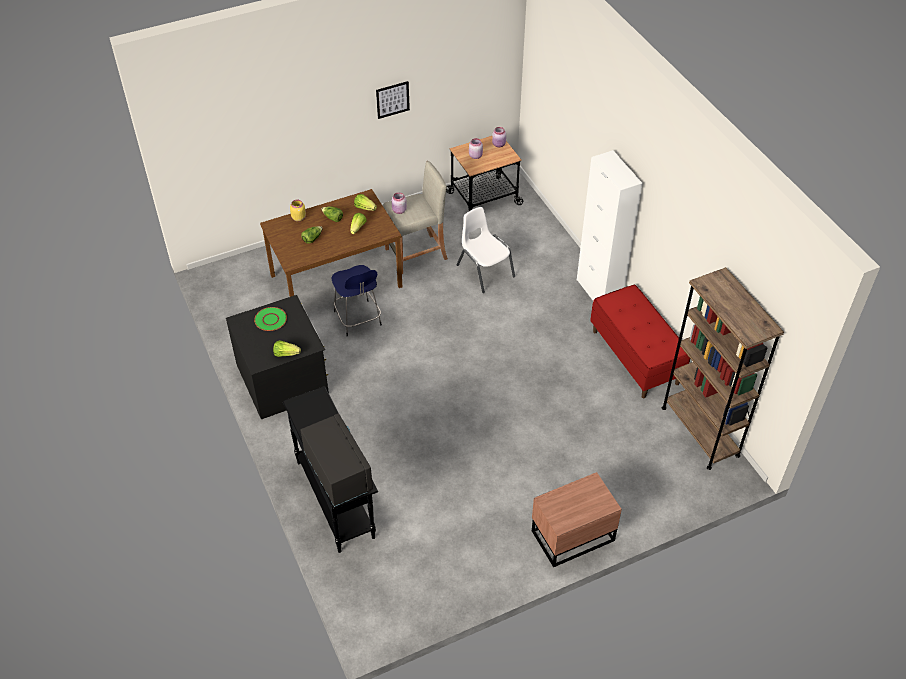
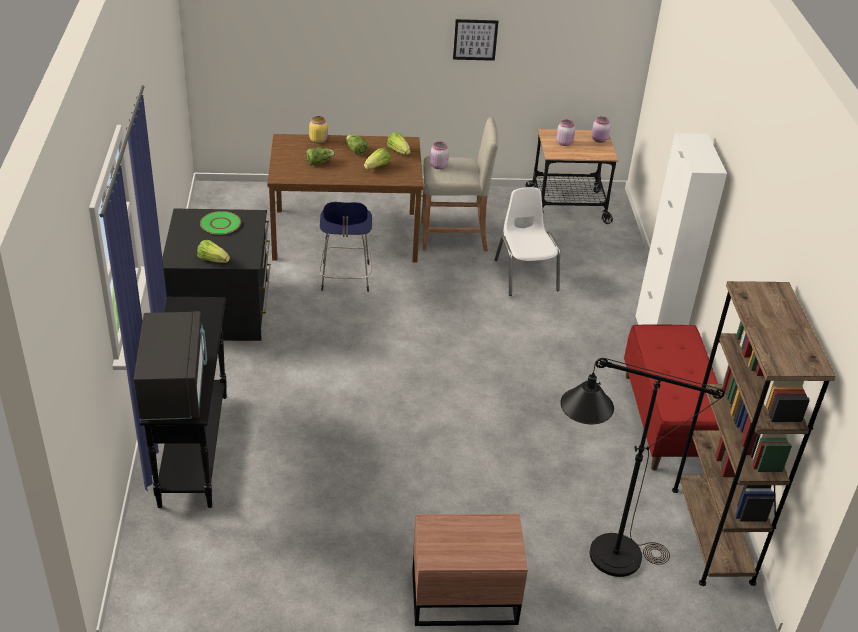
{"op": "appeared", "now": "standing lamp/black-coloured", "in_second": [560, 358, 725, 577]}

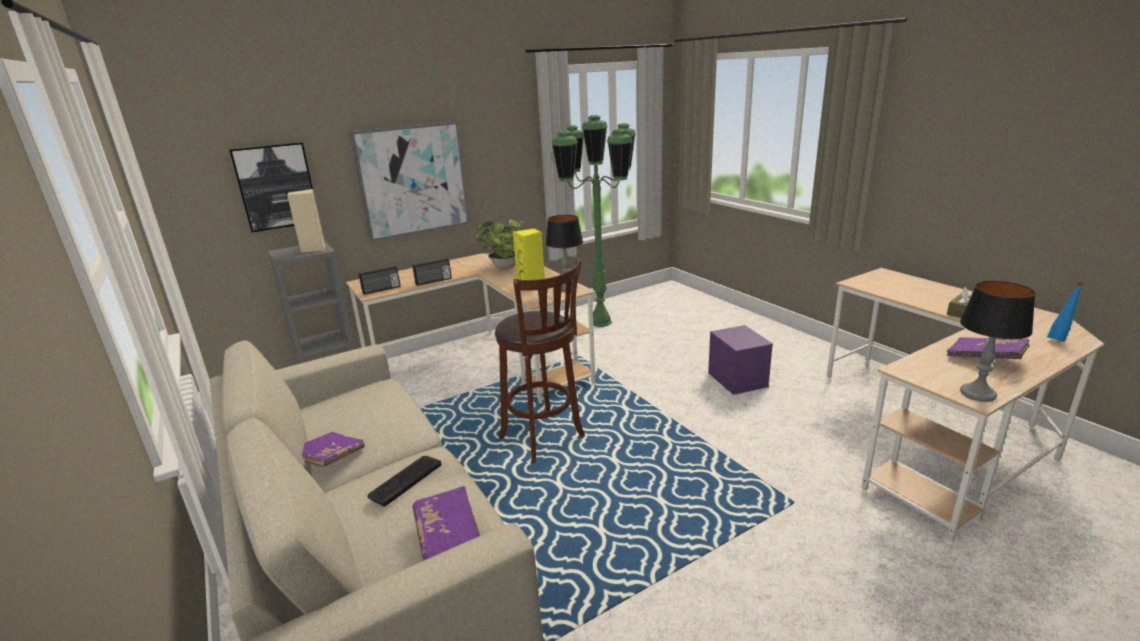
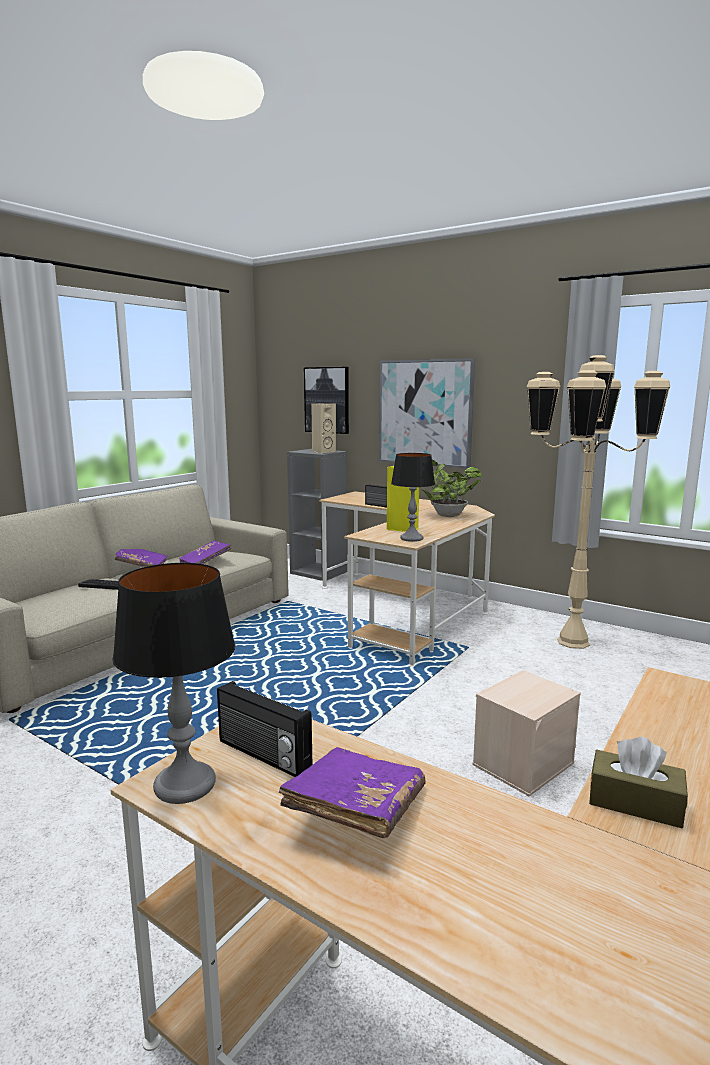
{"op": "relocated", "was": "book/purple", "in_first": [412, 486, 480, 561], "in_second": [179, 541, 231, 564]}
{"op": "relocated", "was": "radio set", "in_first": [359, 266, 401, 295], "in_second": [217, 681, 312, 777]}
{"op": "colour", "was": "storage container/purple", "now": "storage container/beige", "in_first": [708, 325, 773, 395], "in_second": [472, 670, 581, 796]}
{"op": "colour", "was": "standing lamp/greenish", "now": "standing lamp/beige", "in_first": [551, 115, 636, 327], "in_second": [527, 355, 670, 649]}
{"op": "missing", "was": "sitting stool/brown", "in_first": [495, 259, 585, 463]}
{"op": "missing", "was": "drink bottle/blue", "in_first": [1047, 283, 1083, 342]}

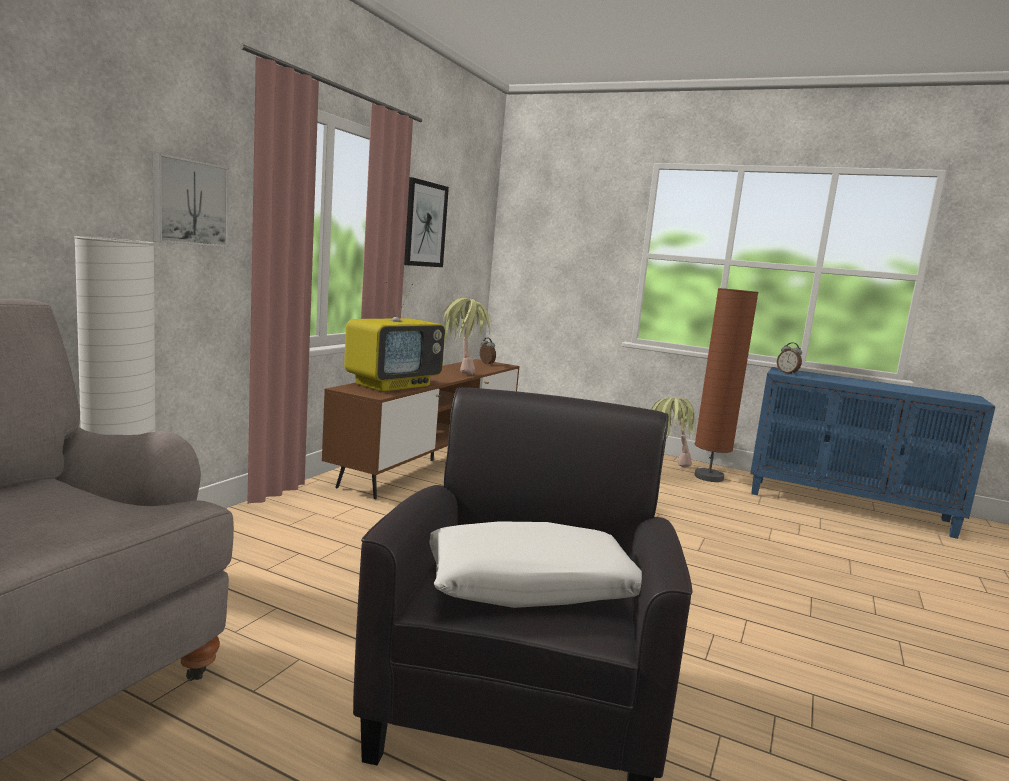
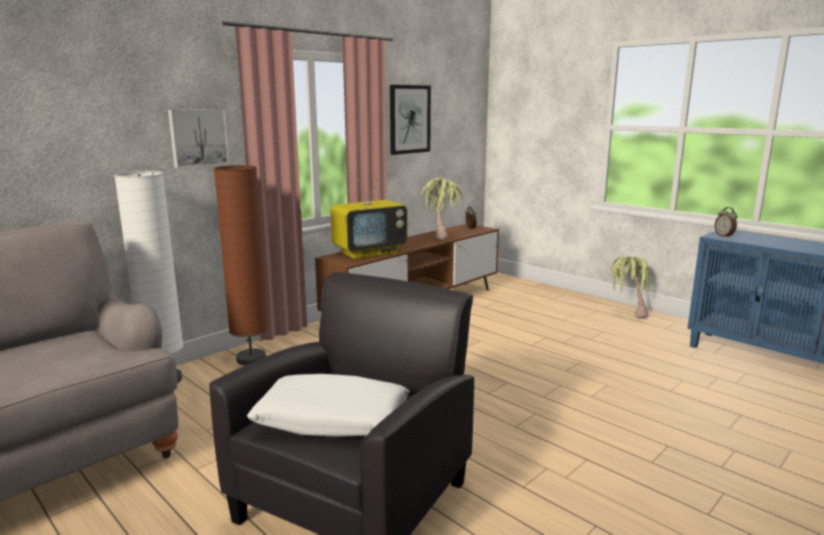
{"op": "relocated", "was": "standing lamp/brown", "in_first": [694, 288, 759, 482], "in_second": [214, 165, 268, 365]}

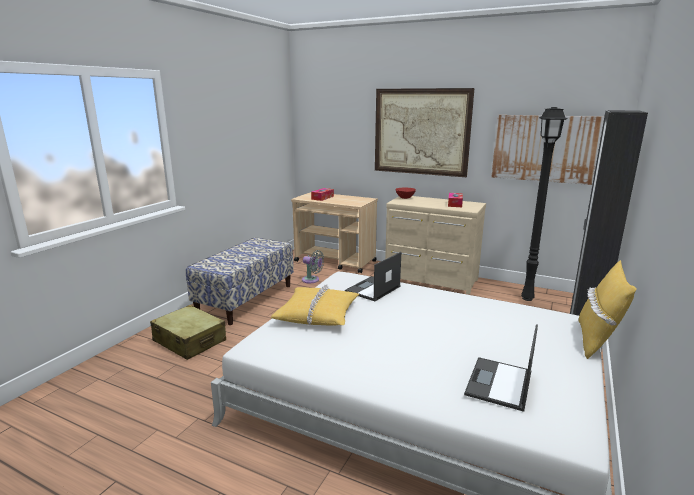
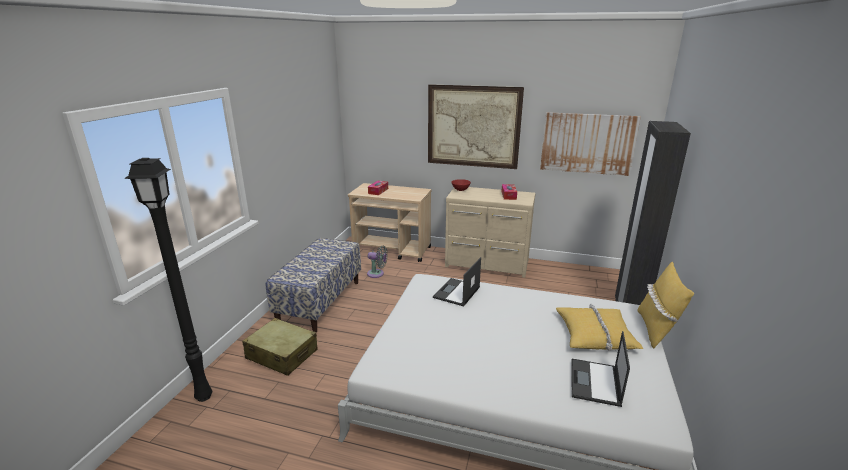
{"op": "relocated", "was": "standing lamp/black-coloured", "in_first": [521, 107, 567, 301], "in_second": [124, 158, 212, 402]}
{"op": "relocated", "was": "cushion/yellowish", "in_first": [271, 284, 359, 326], "in_second": [556, 304, 643, 351]}

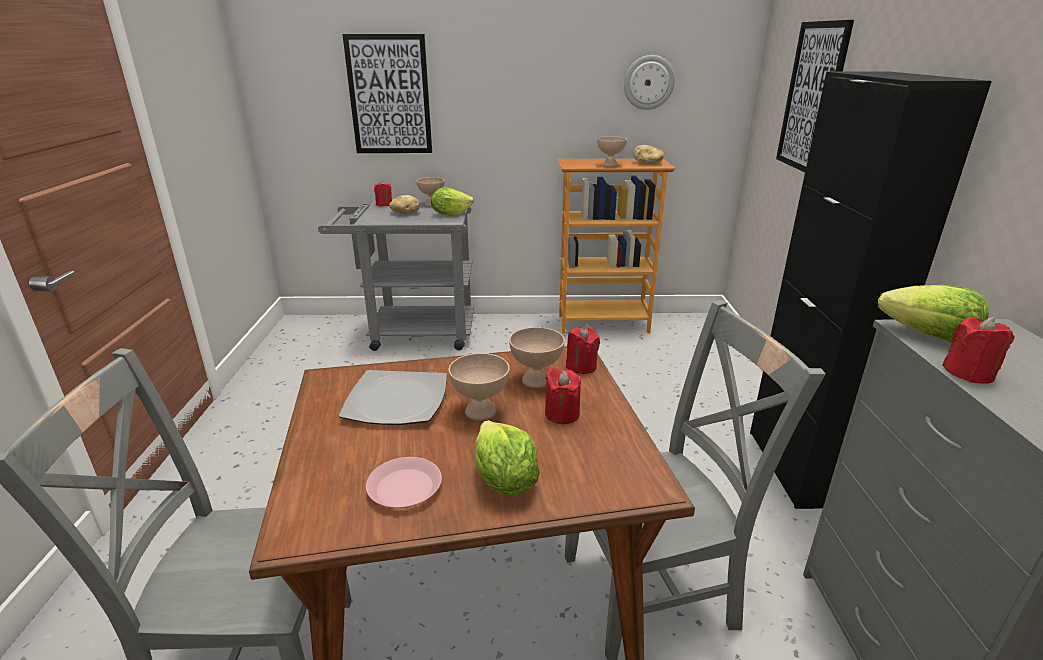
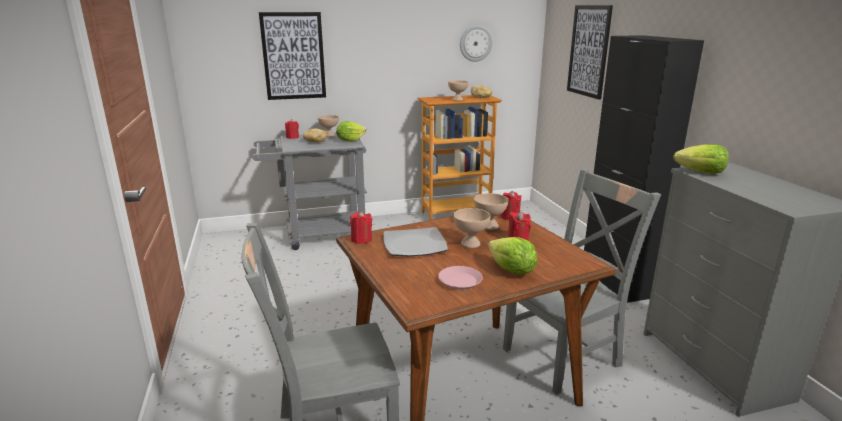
{"op": "relocated", "was": "candle/red-coloured", "in_first": [942, 317, 1015, 384], "in_second": [350, 211, 372, 244]}

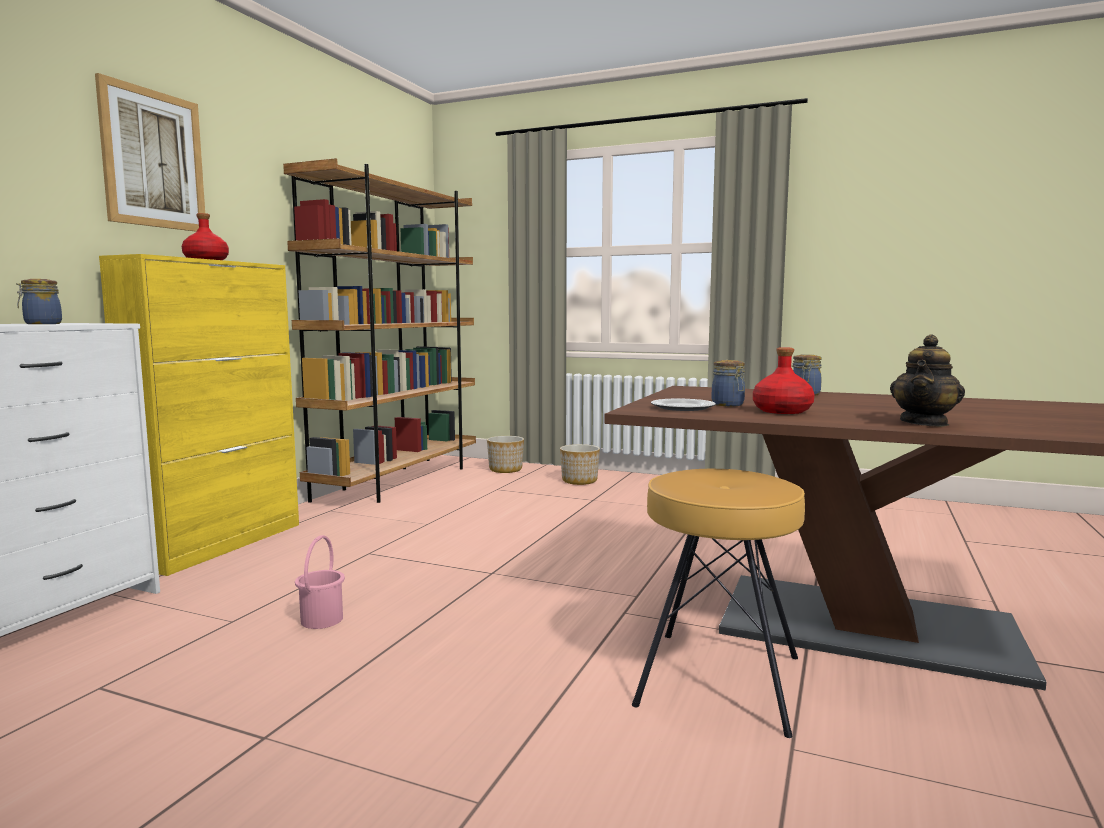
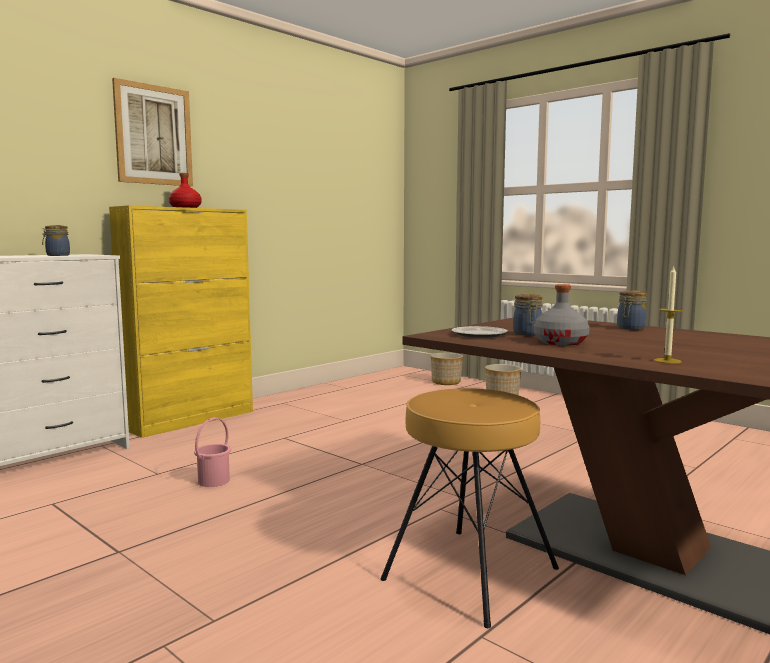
{"op": "colour", "was": "drink bottle/red-coloured", "now": "drink bottle/grey", "in_first": [753, 347, 815, 414], "in_second": [534, 284, 590, 345]}
{"op": "exchanged", "was": "tea pot", "now": "candle", "in_first": [890, 334, 965, 427], "in_second": [654, 267, 683, 364]}
{"op": "missing", "was": "bookcase/brown", "in_first": [283, 158, 476, 503]}

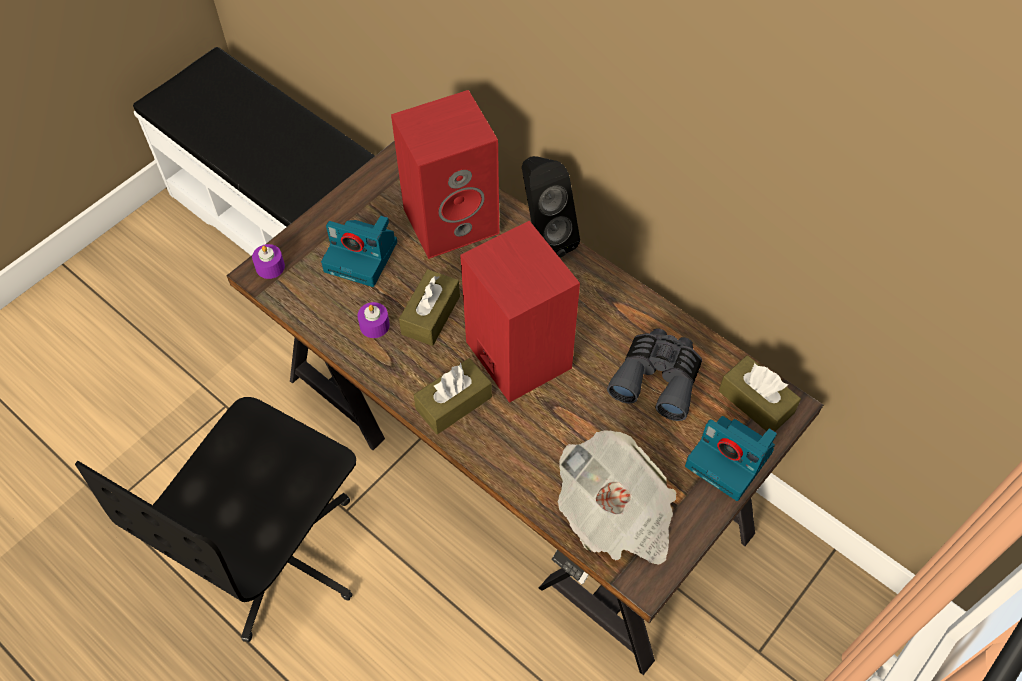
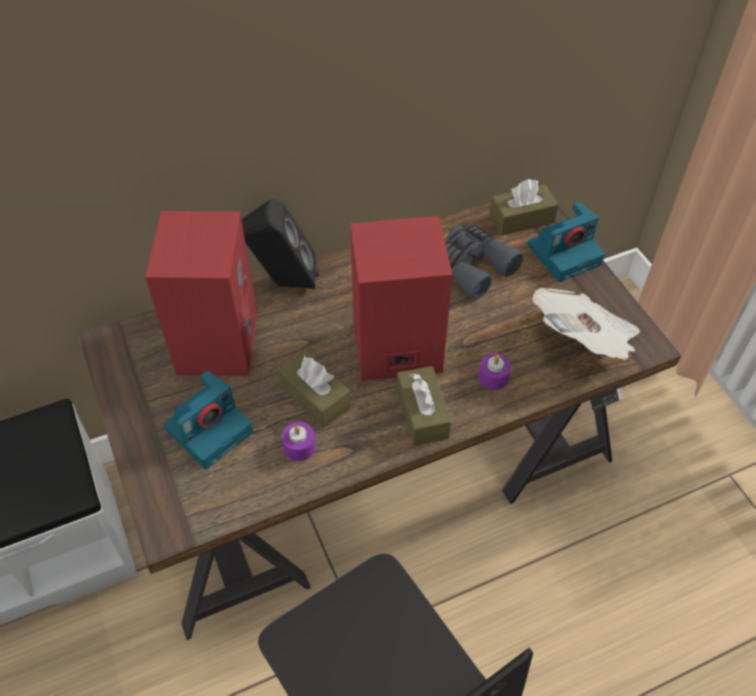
{"op": "relocated", "was": "candle/purple", "in_first": [252, 244, 285, 279], "in_second": [478, 353, 511, 390]}

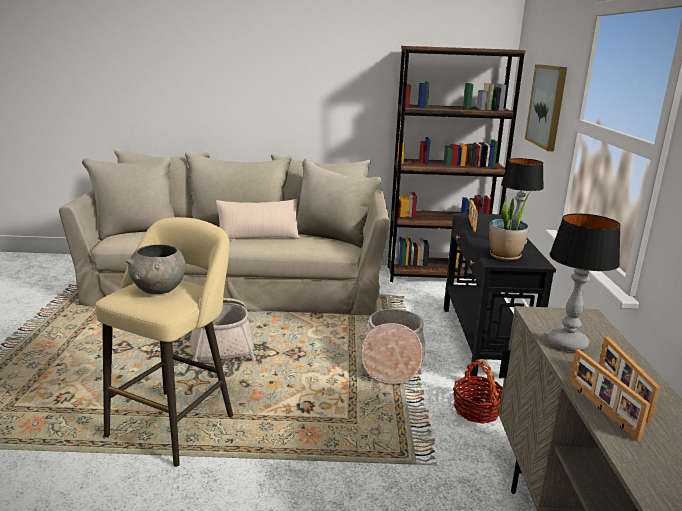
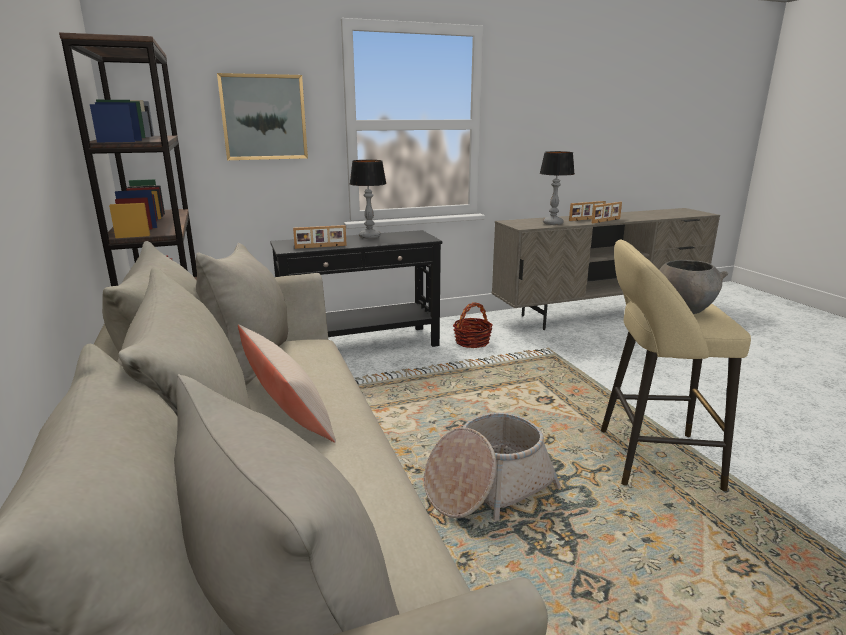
{"op": "missing", "was": "storage basket", "in_first": [360, 309, 425, 385]}
{"op": "missing", "was": "houseplant", "in_first": [489, 191, 532, 261]}

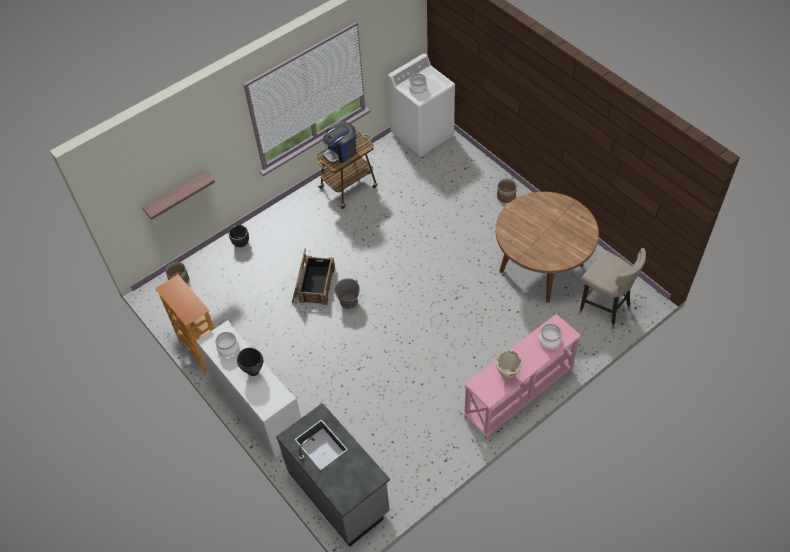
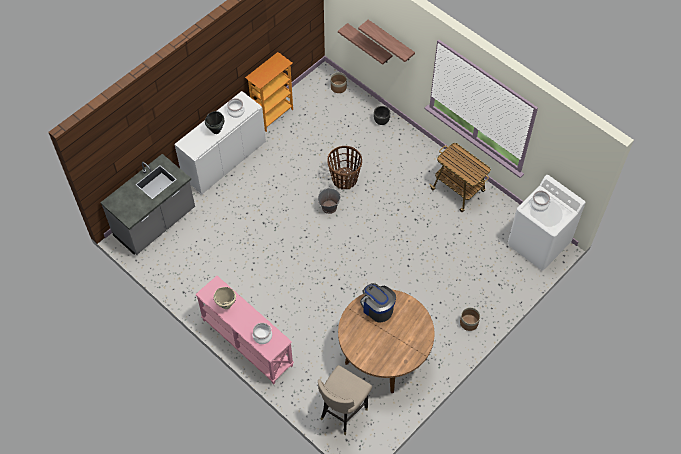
{"op": "exchanged", "was": "packing crate", "now": "storage basket", "in_first": [292, 249, 335, 305], "in_second": [327, 146, 362, 189]}
{"op": "appeared", "now": "shelf", "in_second": [358, 20, 415, 62]}
{"op": "relocated", "was": "coffee maker", "in_first": [322, 121, 356, 164], "in_second": [360, 283, 396, 323]}

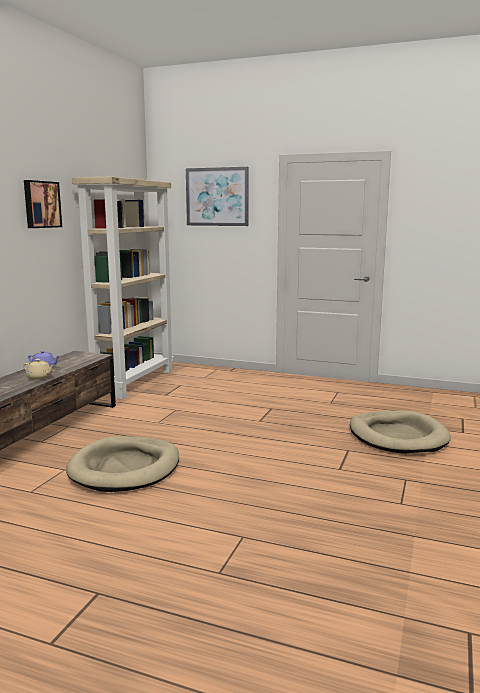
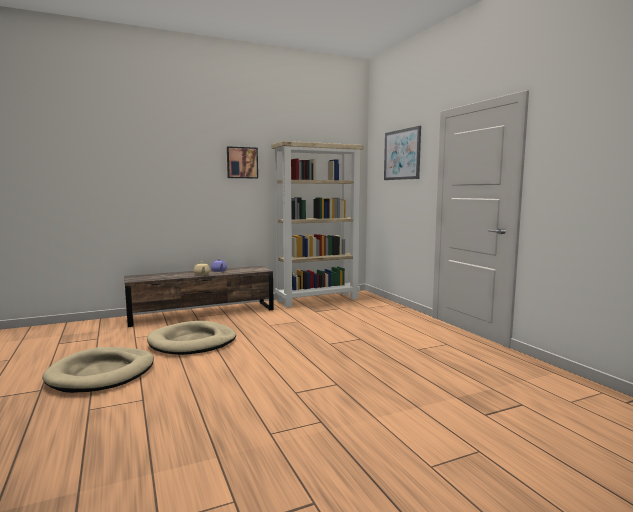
{"op": "relocated", "was": "dog bed/beige", "in_first": [350, 411, 451, 454], "in_second": [42, 347, 154, 393]}

